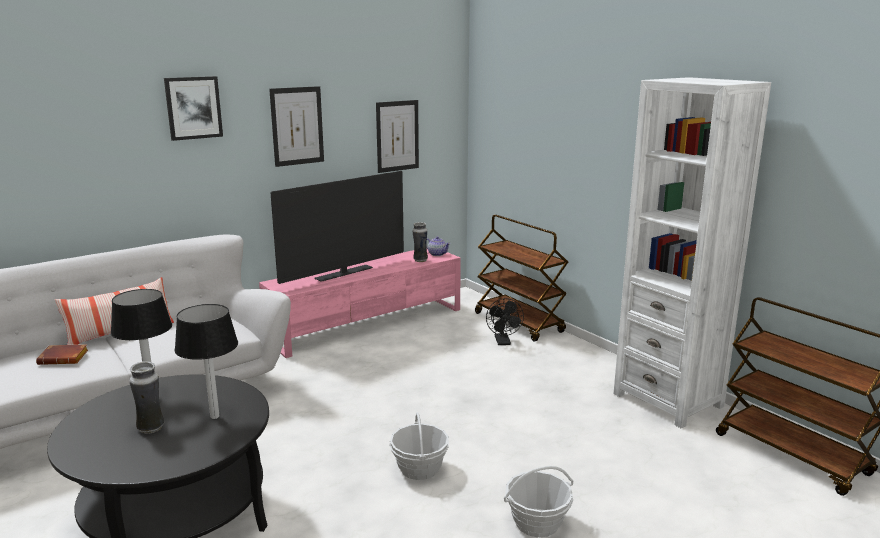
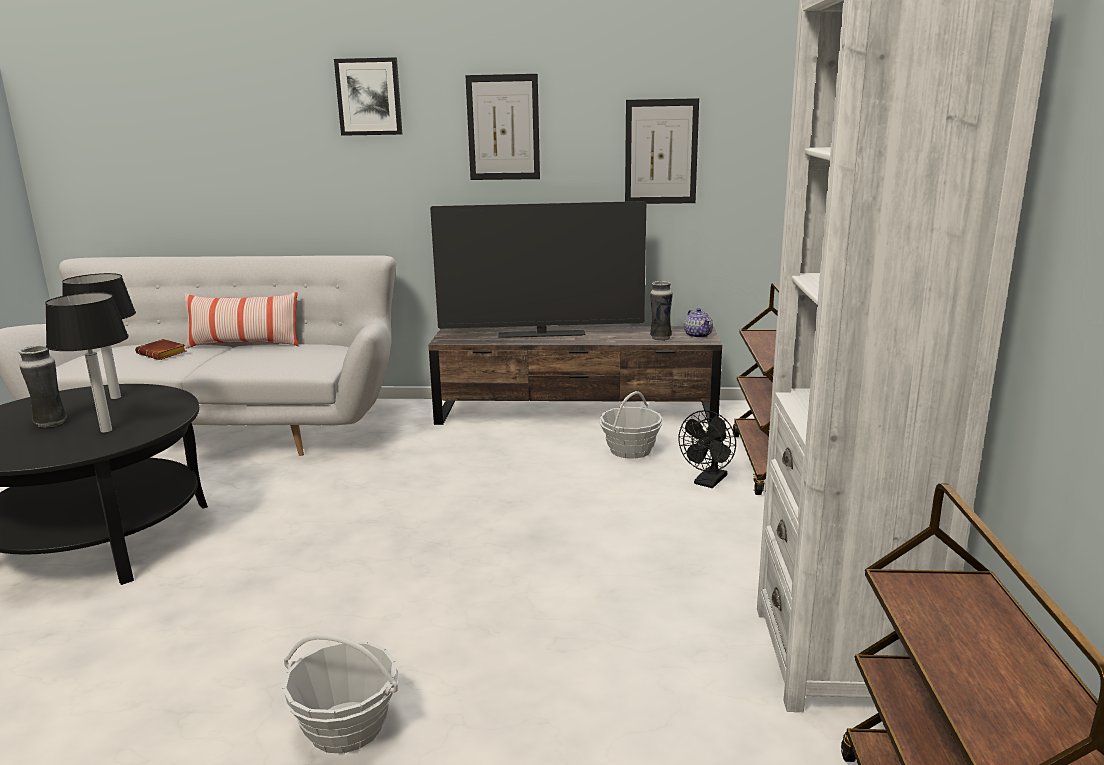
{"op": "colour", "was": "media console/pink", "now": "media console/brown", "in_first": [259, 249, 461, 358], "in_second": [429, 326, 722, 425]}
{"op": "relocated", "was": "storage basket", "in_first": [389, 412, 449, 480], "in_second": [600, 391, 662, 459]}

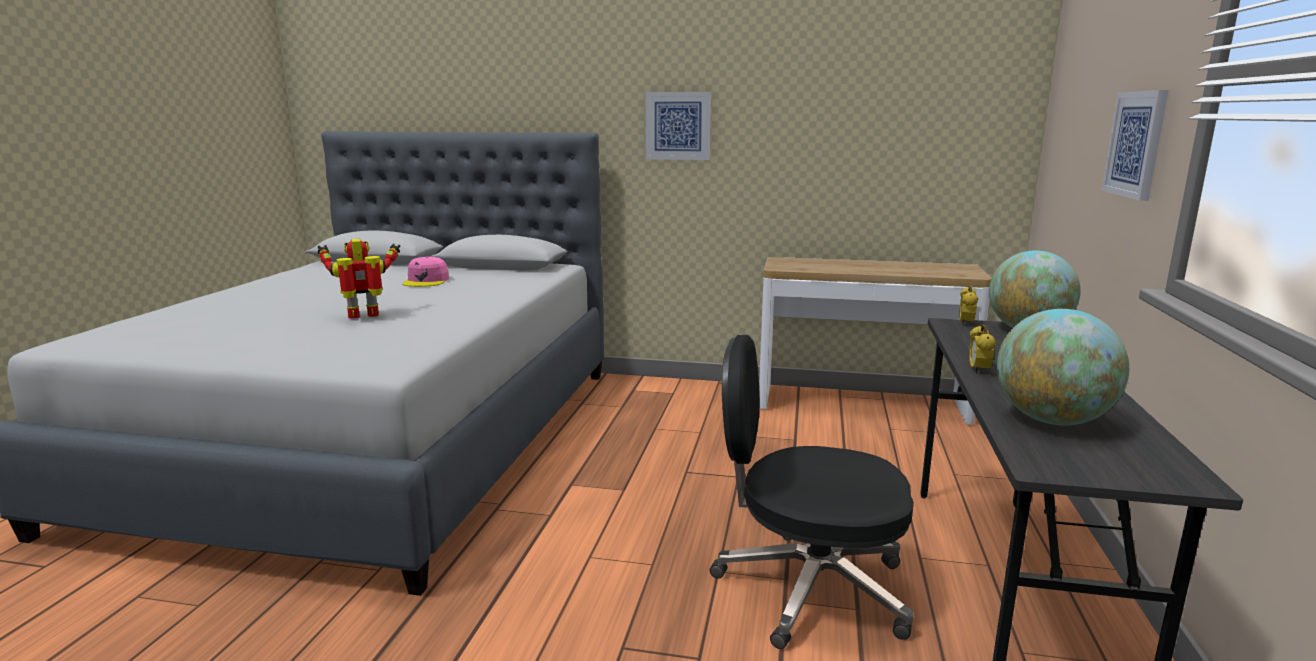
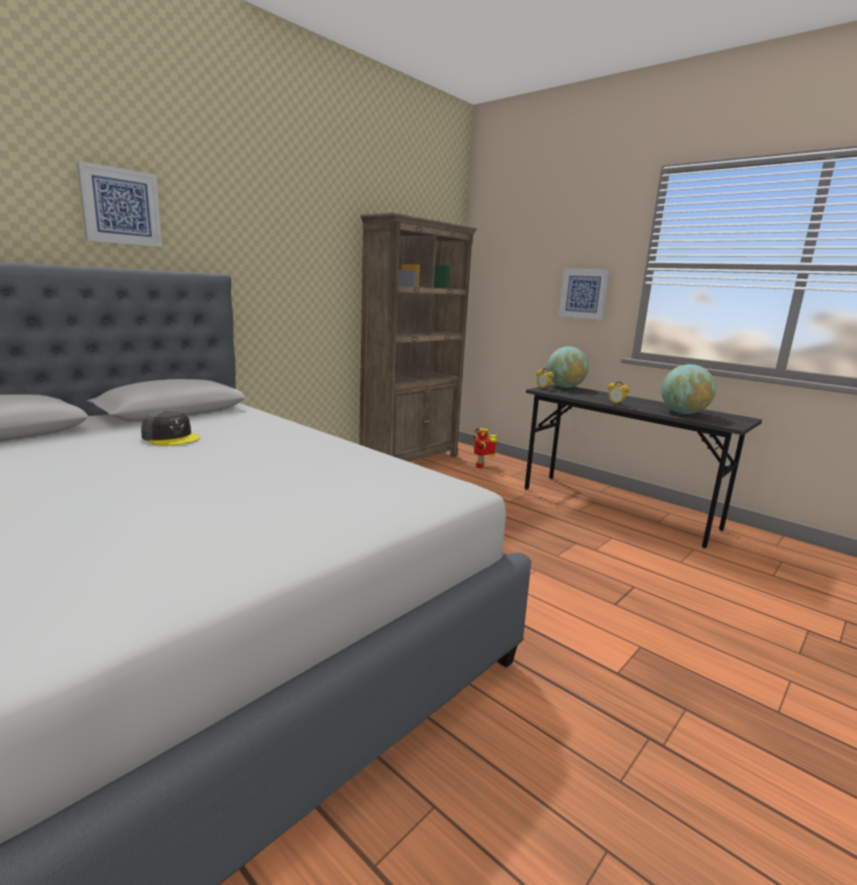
{"op": "relocated", "was": "wall picture", "in_first": [645, 92, 711, 160], "in_second": [77, 161, 162, 247]}
{"op": "colour", "was": "cap/pink", "now": "cap/grey", "in_first": [402, 257, 449, 287], "in_second": [141, 410, 200, 446]}
{"op": "exchanged", "was": "hall table", "now": "bookcase/brown", "in_first": [759, 257, 992, 425], "in_second": [359, 212, 477, 462]}
{"op": "relocated", "was": "robot figure", "in_first": [317, 239, 400, 319], "in_second": [472, 428, 497, 468]}
{"op": "missing", "was": "computer chair/black-coloured", "in_first": [710, 335, 914, 649]}

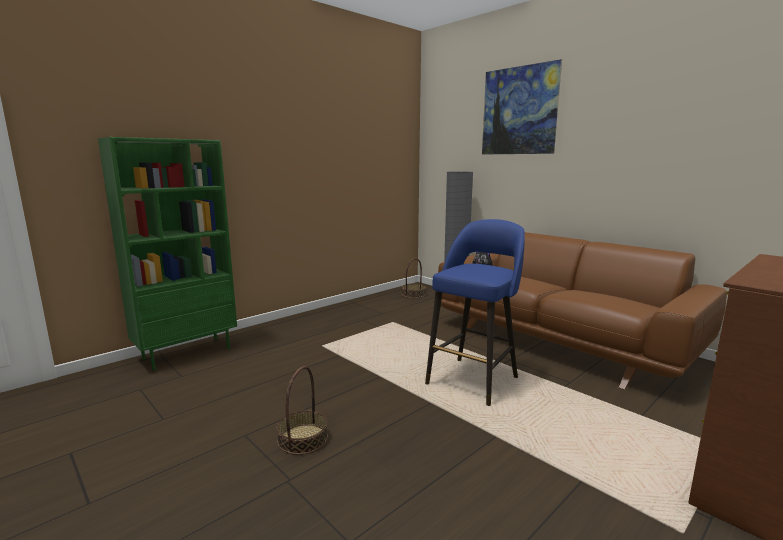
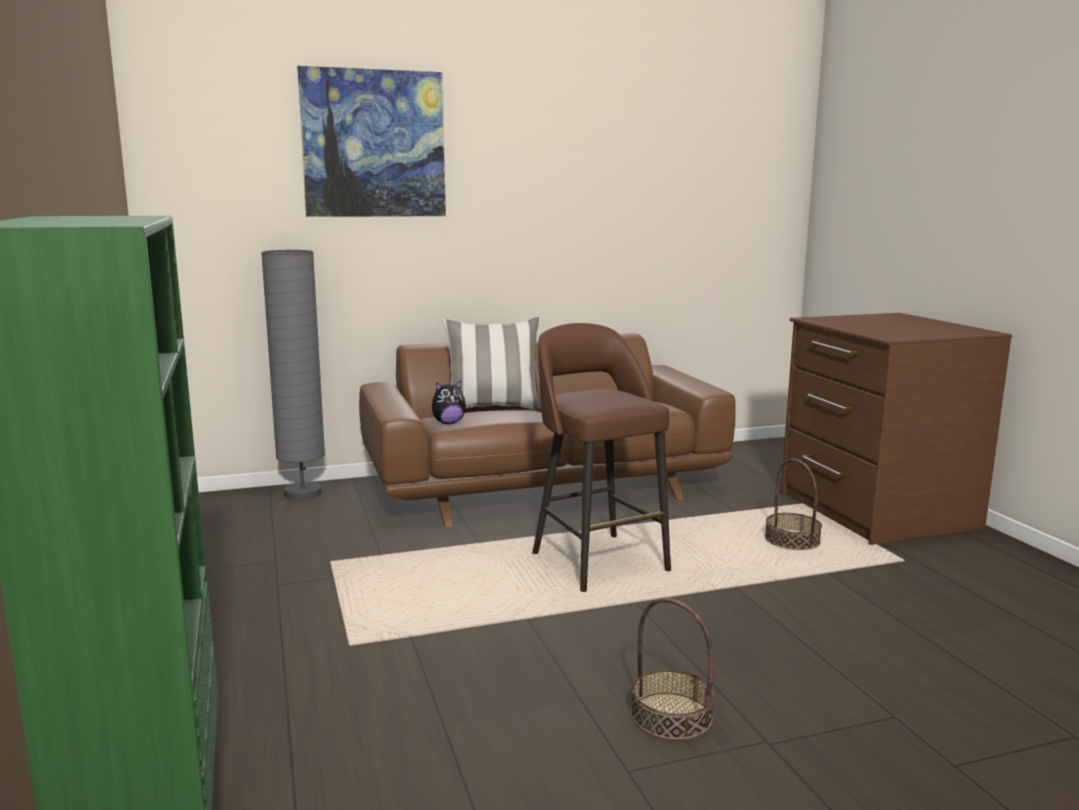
{"op": "appeared", "now": "cushion", "in_second": [443, 317, 541, 410]}
{"op": "colour", "was": "sitting stool/blue", "now": "sitting stool/brown", "in_first": [425, 219, 525, 406], "in_second": [532, 323, 671, 592]}
{"op": "relocated", "was": "storage basket", "in_first": [402, 258, 426, 298], "in_second": [765, 459, 822, 550]}

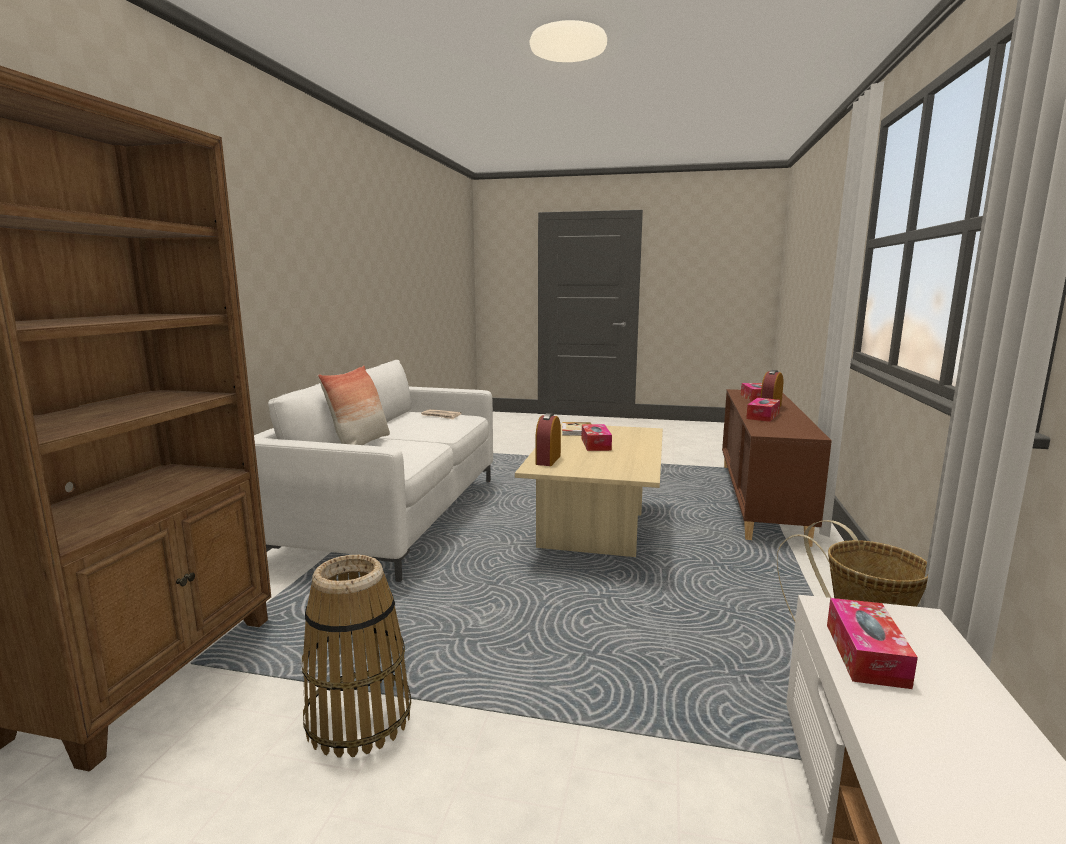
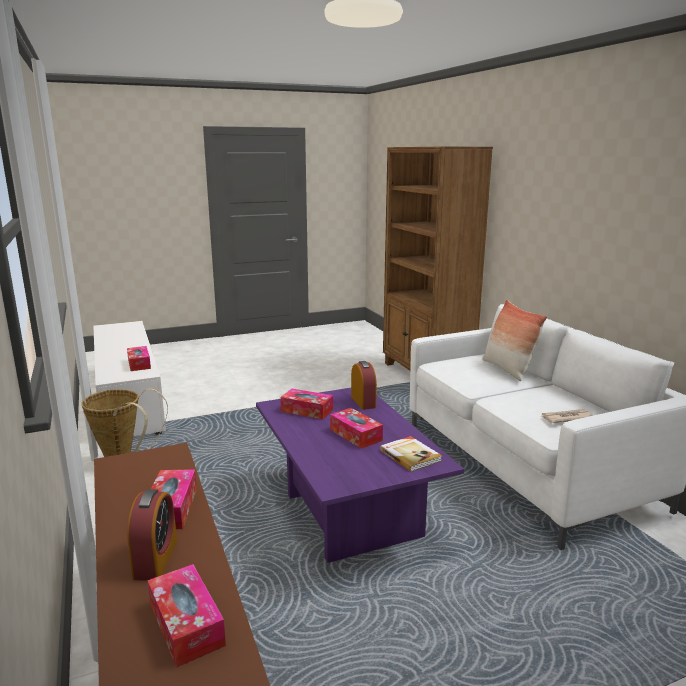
{"op": "colour", "was": "low table/beige", "now": "low table/purple", "in_first": [515, 423, 663, 557], "in_second": [256, 388, 464, 563]}
{"op": "appeared", "now": "tissue holder", "in_second": [280, 389, 333, 419]}
{"op": "missing", "was": "storage basket", "in_first": [302, 555, 411, 758]}

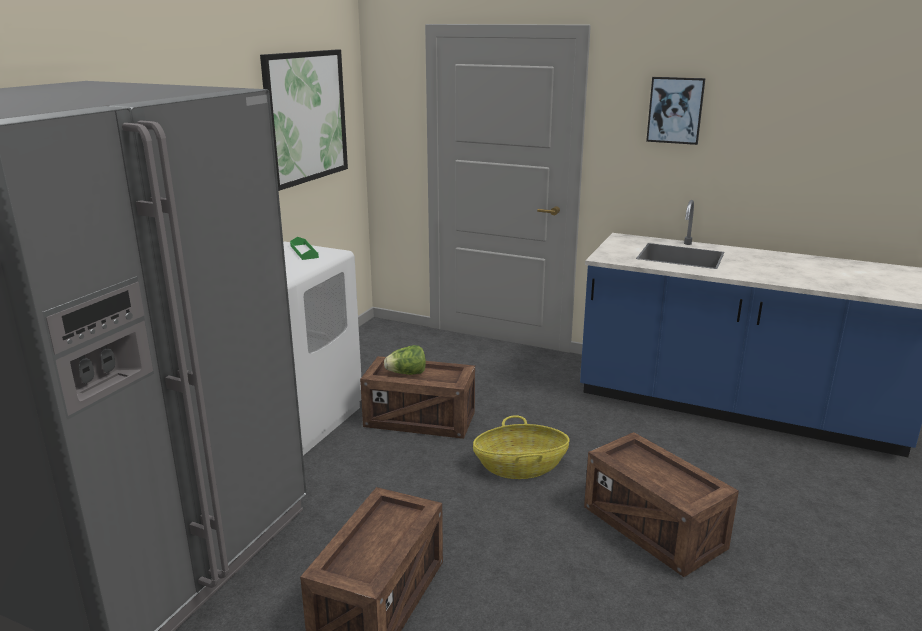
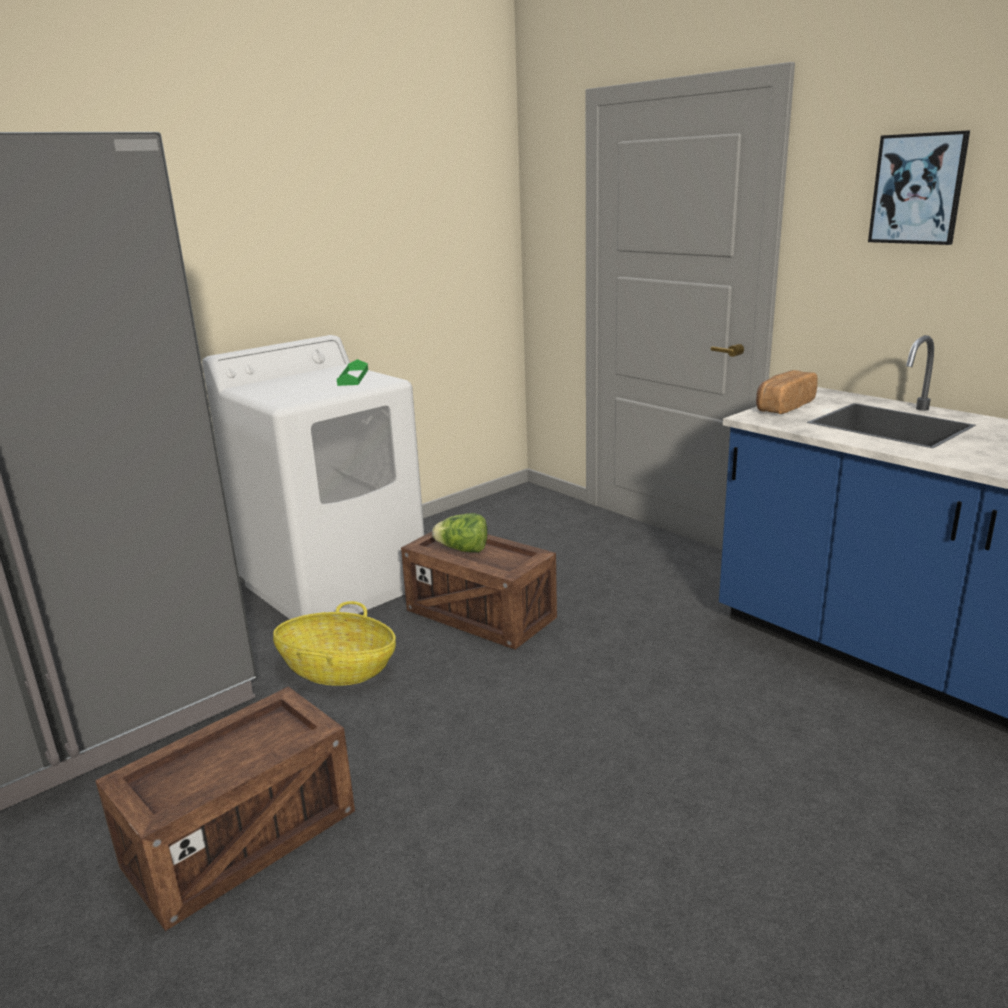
{"op": "relocated", "was": "storage basket", "in_first": [473, 415, 570, 479], "in_second": [273, 601, 396, 686]}
{"op": "appeared", "now": "baked bread", "in_second": [756, 370, 818, 414]}
{"op": "missing", "was": "wall picture", "in_first": [260, 50, 348, 191]}
{"op": "missing", "was": "packing crate", "in_first": [584, 432, 739, 577]}

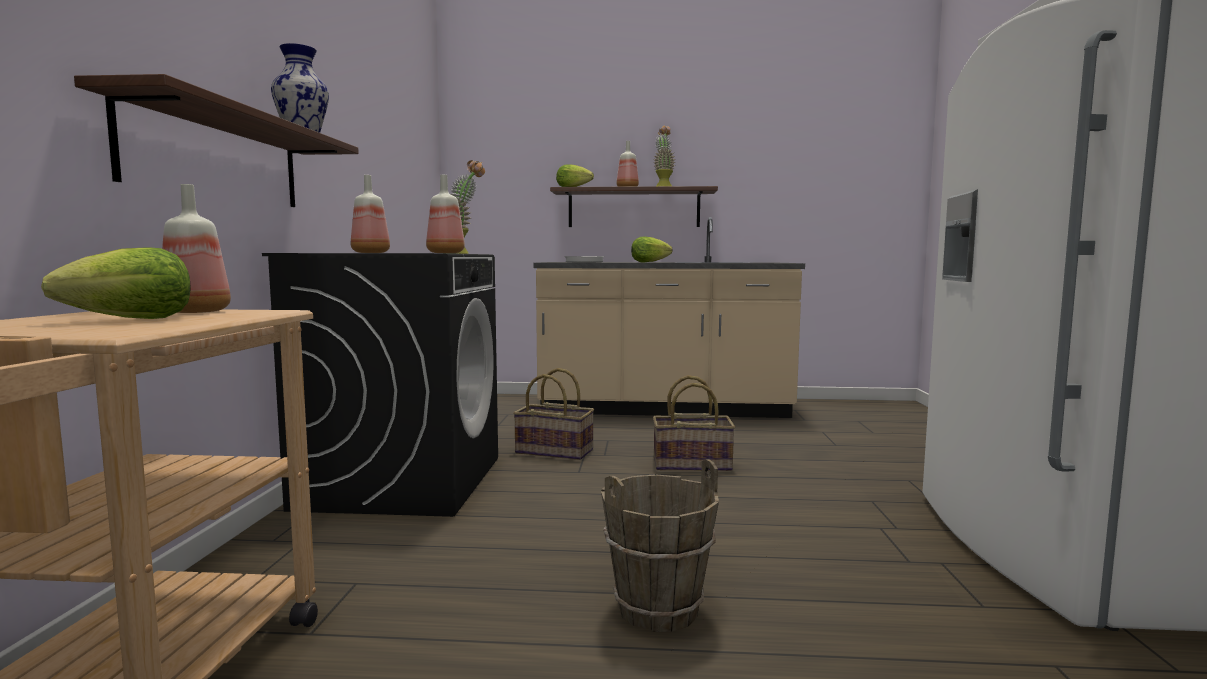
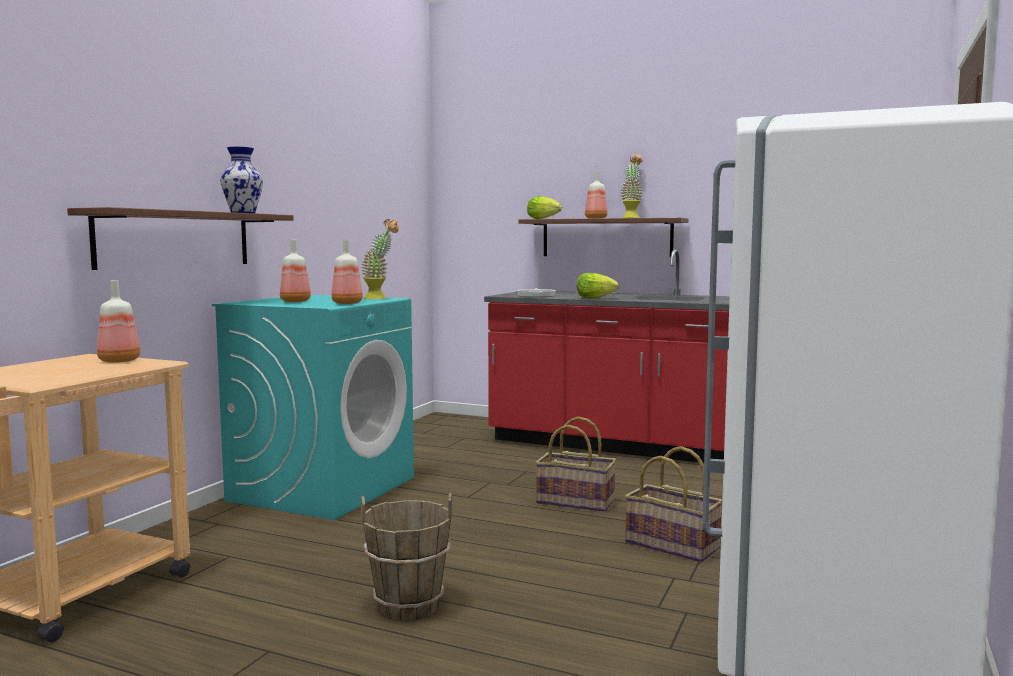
{"op": "colour", "was": "laundry appliance/black-coloured", "now": "laundry appliance/turquoise", "in_first": [262, 253, 498, 517], "in_second": [212, 295, 414, 520]}
{"op": "colour", "was": "counter/beige", "now": "counter/red-coloured", "in_first": [534, 217, 805, 418], "in_second": [484, 249, 730, 463]}
{"op": "relocated", "was": "storage basket", "in_first": [513, 368, 594, 460], "in_second": [625, 446, 722, 562]}
{"op": "missing", "was": "lettuce head", "in_first": [41, 247, 191, 319]}

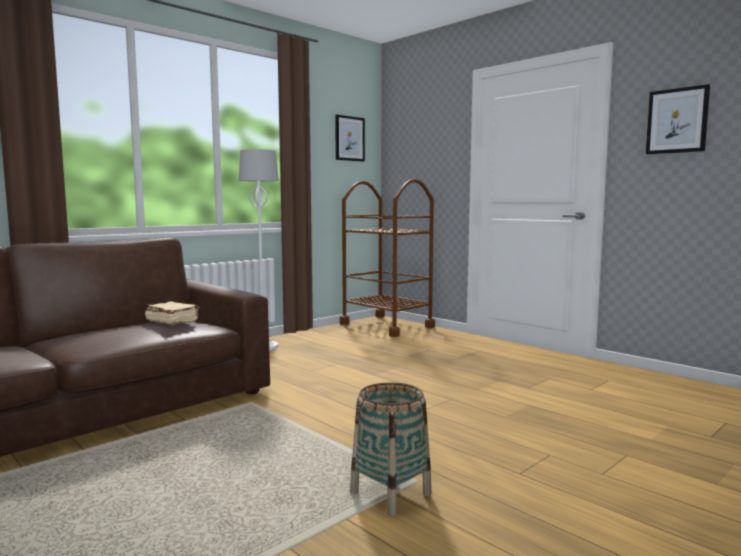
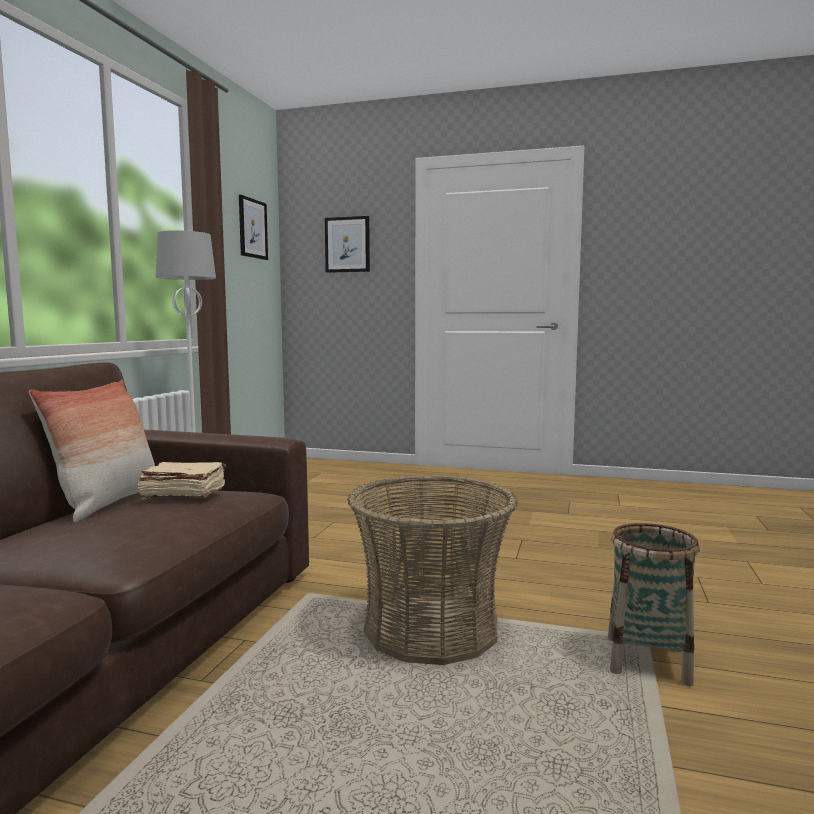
{"op": "appeared", "now": "cushion", "in_second": [29, 380, 155, 522]}
{"op": "relocated", "was": "wall picture", "in_first": [646, 84, 710, 154], "in_second": [325, 216, 370, 273]}
{"op": "appeared", "now": "storage basket", "in_second": [347, 475, 518, 665]}
{"op": "missing", "was": "cart/brown", "in_first": [340, 179, 435, 337]}

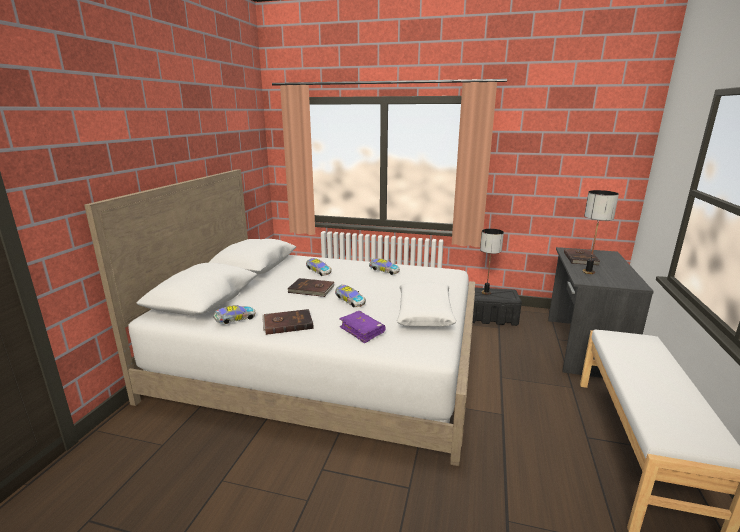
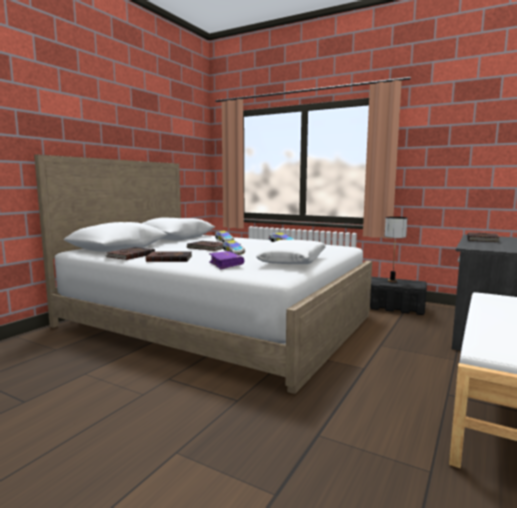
{"op": "exchanged", "was": "model car", "now": "book/brown", "in_first": [213, 305, 256, 324], "in_second": [104, 247, 155, 260]}
{"op": "missing", "was": "tabletop lamp", "in_first": [582, 190, 619, 274]}

